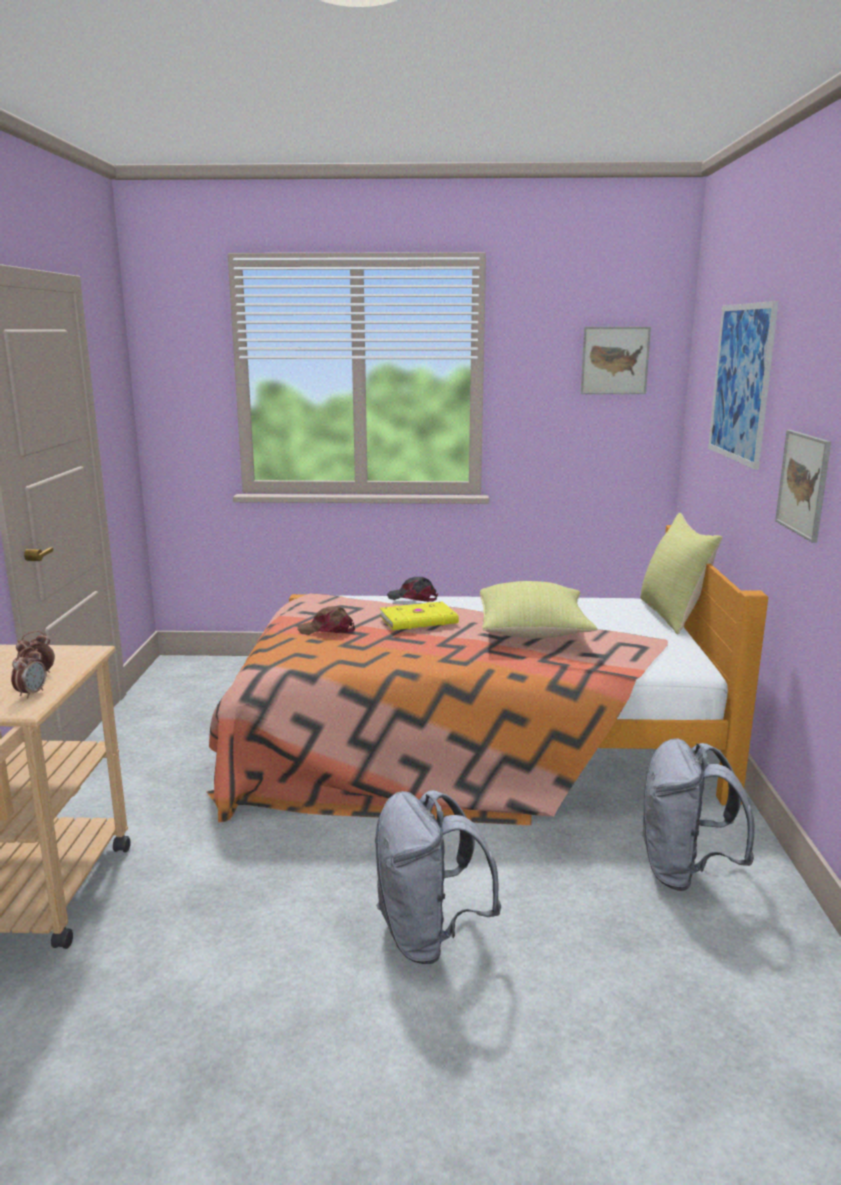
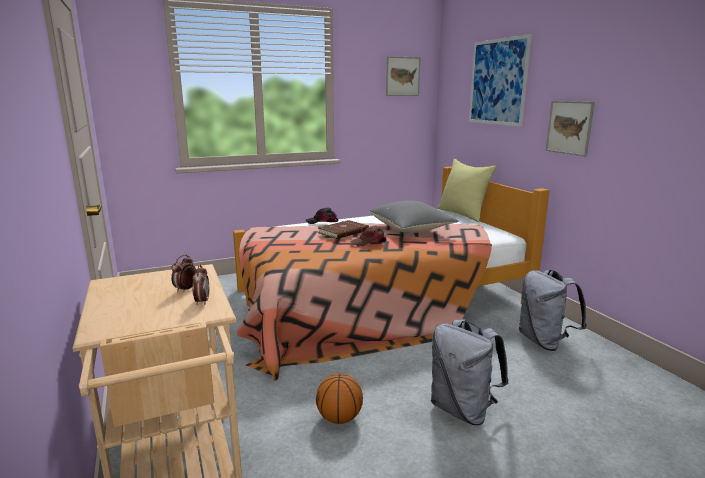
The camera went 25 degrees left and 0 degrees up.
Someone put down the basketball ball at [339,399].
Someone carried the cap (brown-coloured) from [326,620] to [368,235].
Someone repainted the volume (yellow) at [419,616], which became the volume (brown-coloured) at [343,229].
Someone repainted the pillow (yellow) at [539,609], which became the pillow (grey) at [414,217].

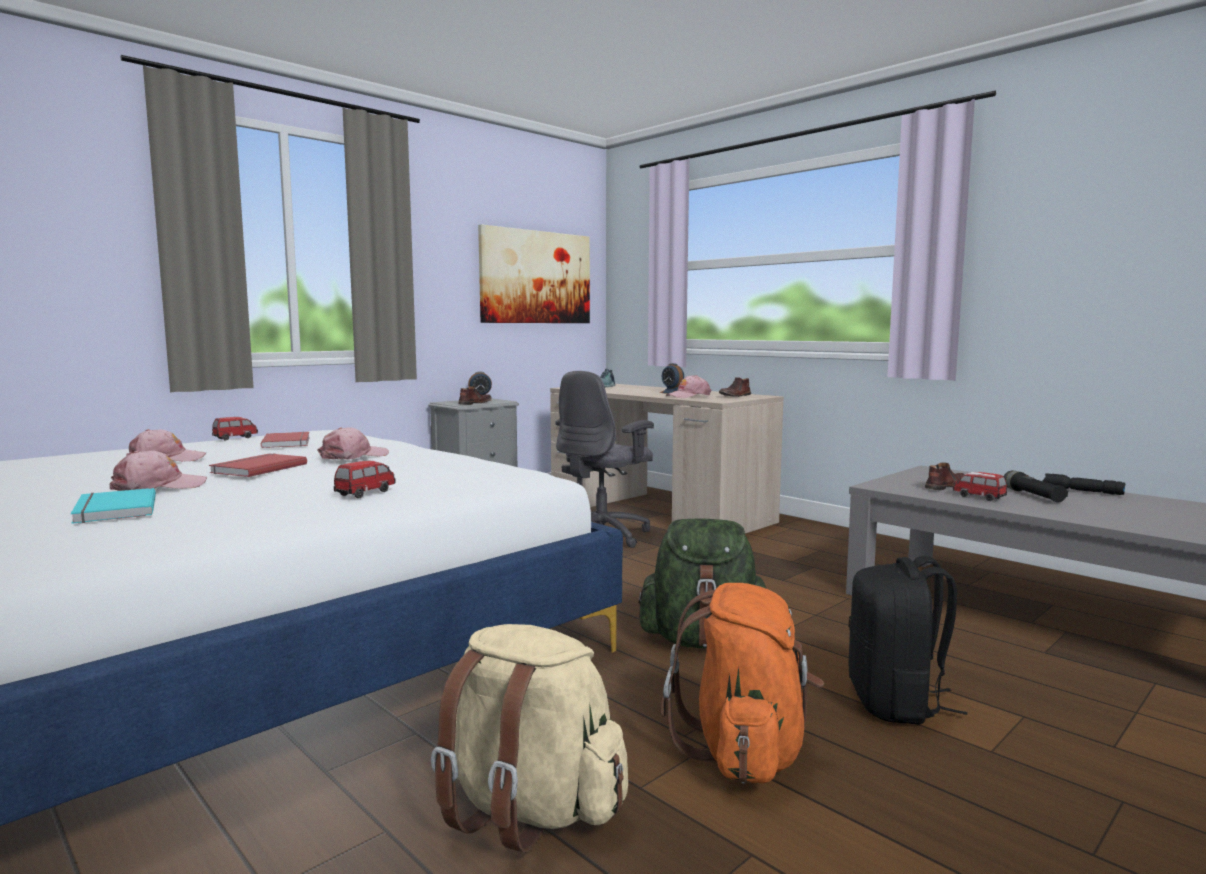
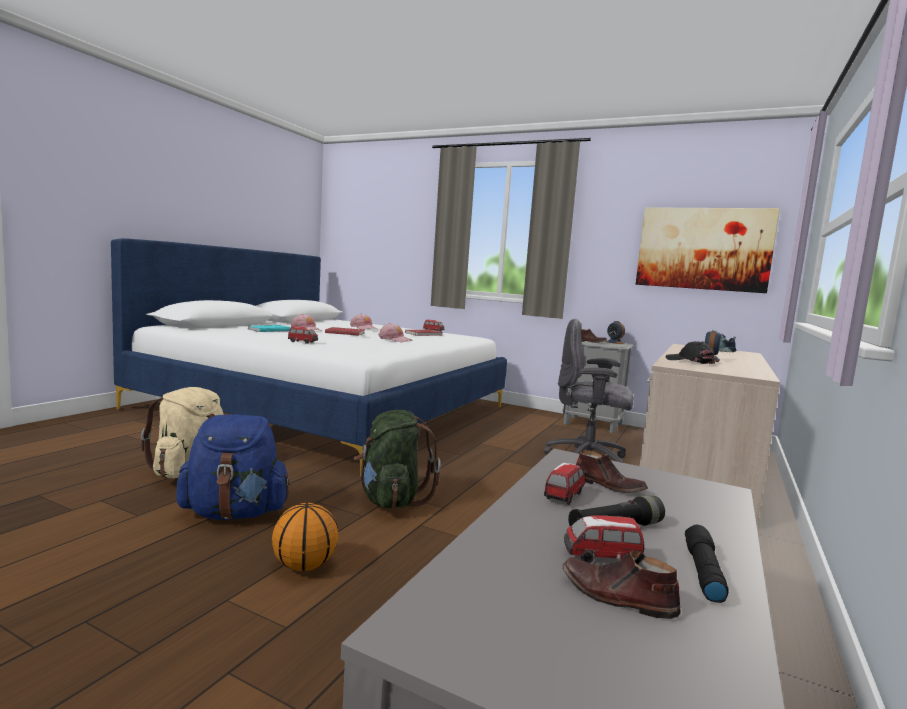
The camera went 70 degrees right and 0 degrees up.
Someone put down the model car at [604,539].
Someone carried the item of footwear (brown-coloured) from [735,387] to [622,584].
Someone swapped the backpack (blackish) at [908,640] for the basketball ball at [305,537].
Someone repainted the backpack (orange-coloured) at [742,683], which became the backpack (blue) at [233,467].
Someone repainted the cap (pink) at [688,386], which became the cap (blackish) at [690,352].

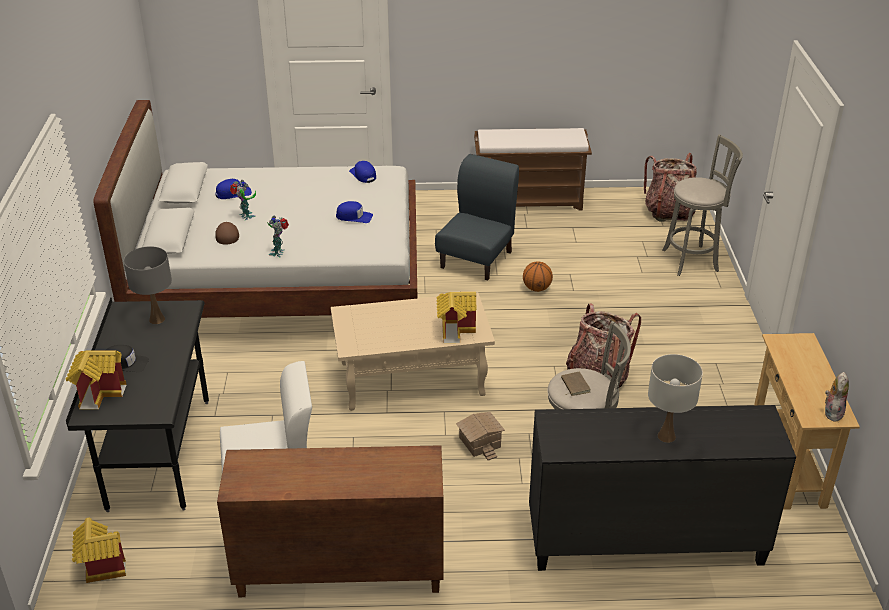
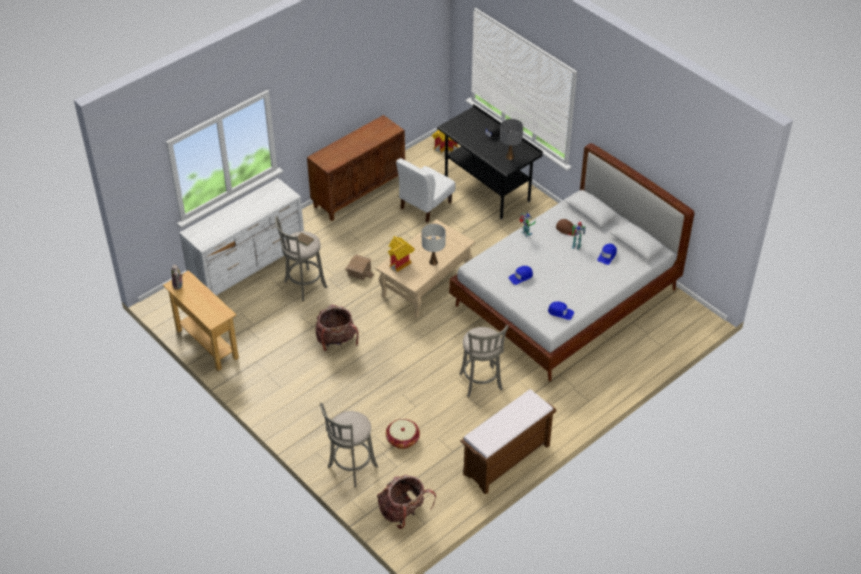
The camera went 140 degrees right and 10 degrees up.
Someone took away the toy house at [96,379].
Someone took away the basketball ball at [538,276].
Someone put down the household basket at [403,434].
Someone carried the tabletop lamp (whitish) from [675,398] to [434,244].
Someone swapped the upright chair (blue) at [477,217] for the stool (grey) at [484,361].
Someone repainted the chest of drawers (blackish) at [662,488], which became the chest of drawers (whitish) at [241,236].

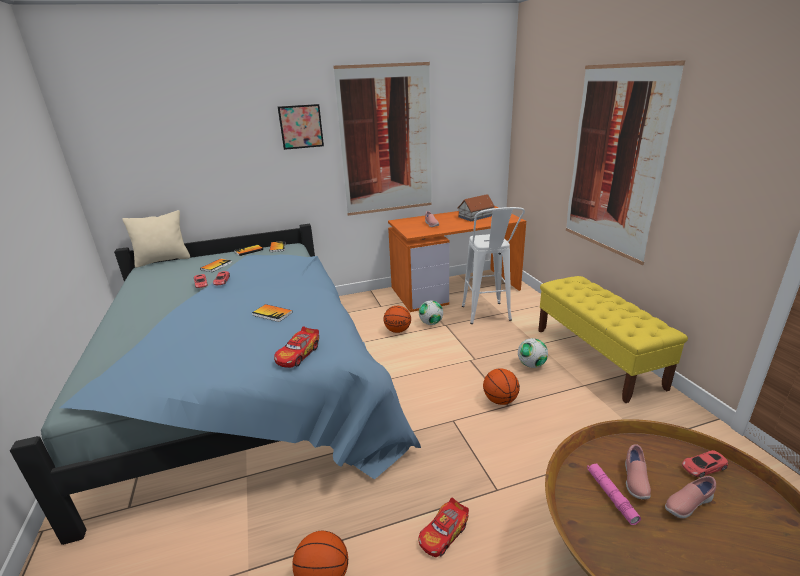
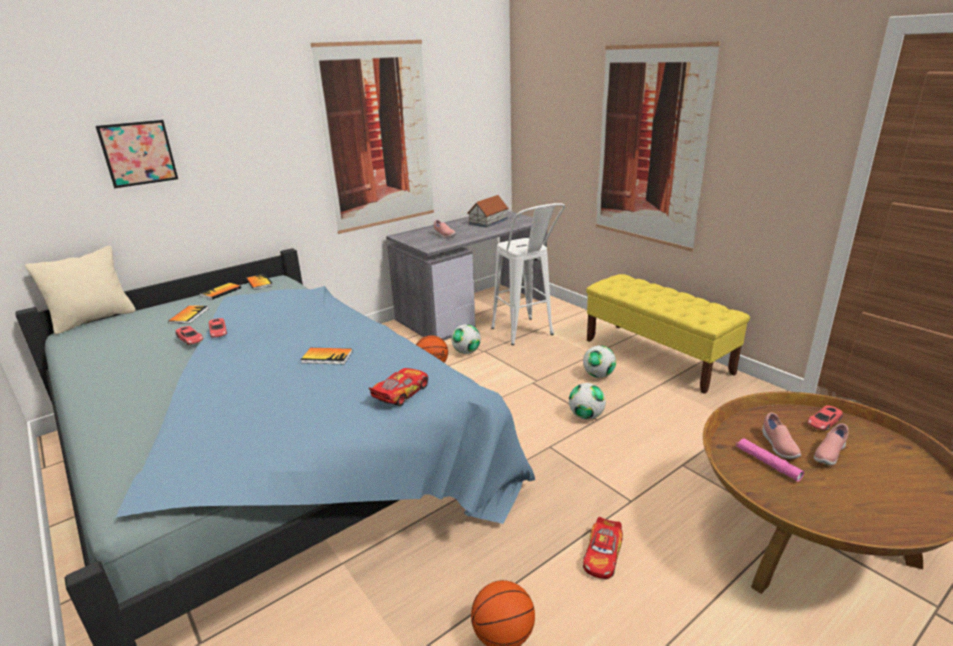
The camera went 20 degrees left and 0 degrees up.
Someone carried the wall art from [301,127] to [137,154].
Someone swapped the basketball ball at [501,386] for the football ball at [587,401].
Someone repainted the desk table (orange-coloured) at [457,259], which became the desk table (grey) at [466,275].
Someone rotated the model car at [296,347] by 150 degrees counterclockwise.

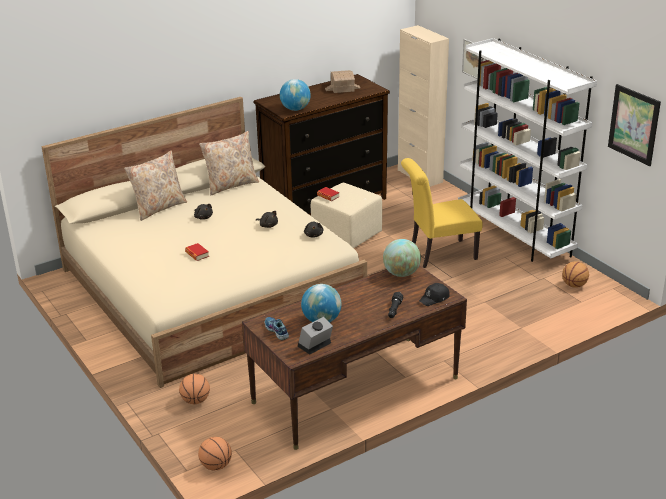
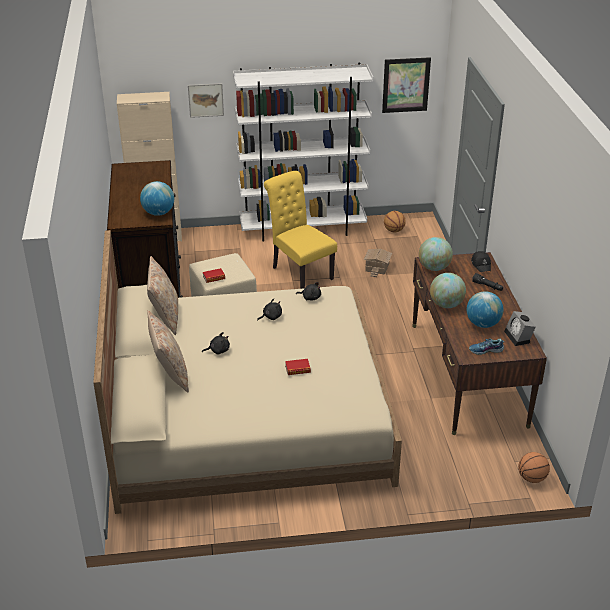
The camera went 65 degrees left and 5 degrees up.
Someone took away the basketball ball at [194,389].
Someone put down the desk globe at [448,290].
Someone carried the toy house from [342,81] to [378,263].
Someone rotated the upright chair (yellow) at [442,213] by 135 degrees clockwise.

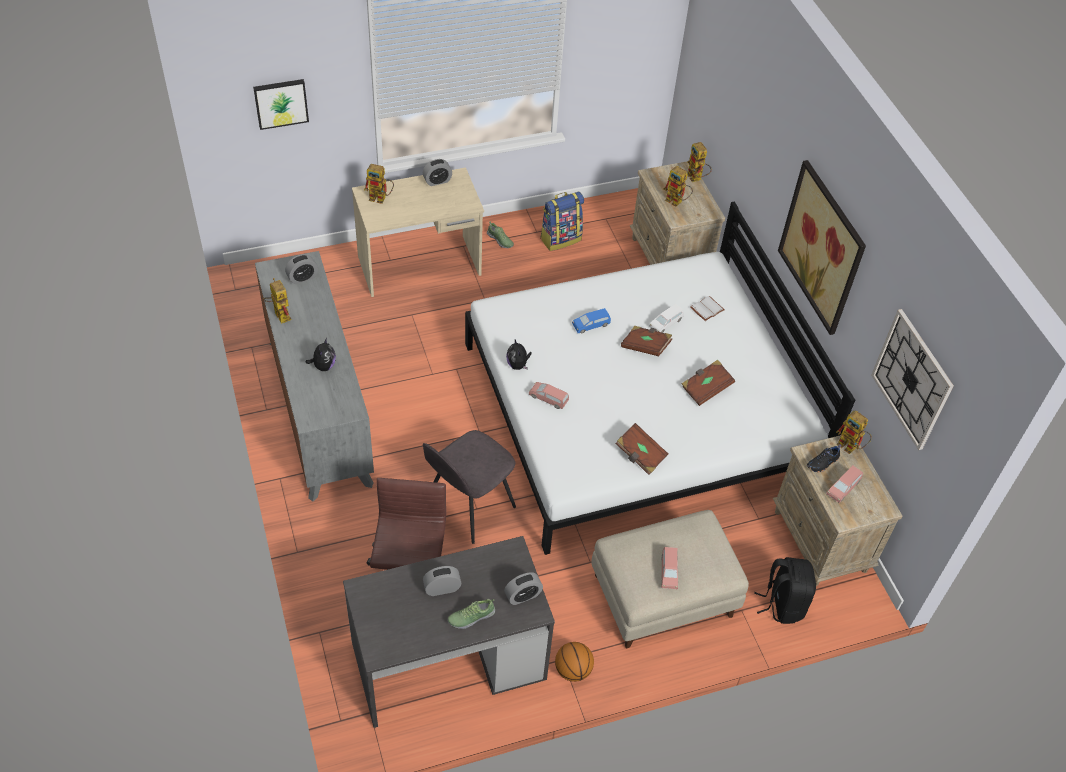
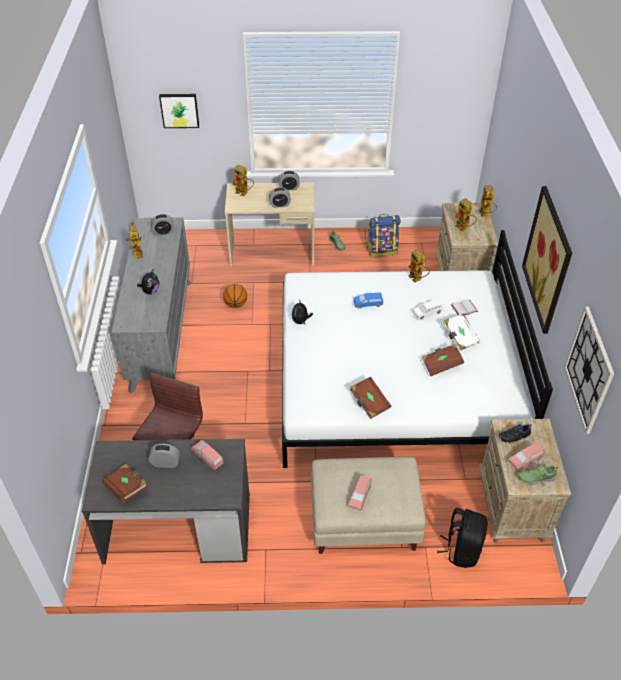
The camera went 20 degrees right and 5 degrees down.
Someone took away the upright chair (grey) at [469,487].
Someone put down the volume (whitish) at [461,332].
Someone carried the item of footwear from [471,614] to [538,475].
Someone carried the alarm clock from [523,588] to [280,197].
Someone carried the model car (pink) from [549,395] to [207,455].
Someone carried the basketball ball from [574,662] to [235,296].
Someone carried the volume (brown-coloured) from [646,341] to [125,483].
Someone carried the robot figure from [854,432] to [419,265].

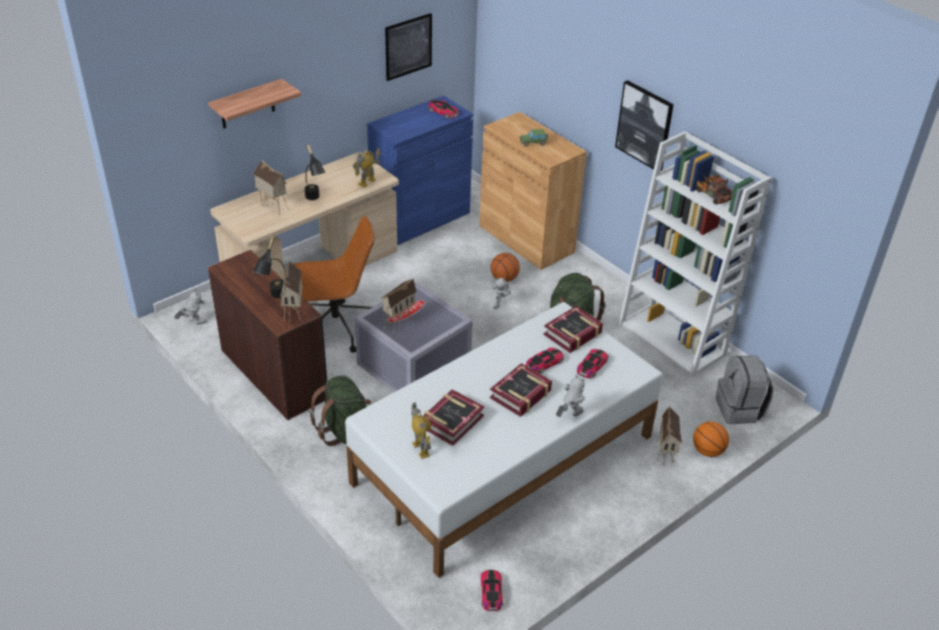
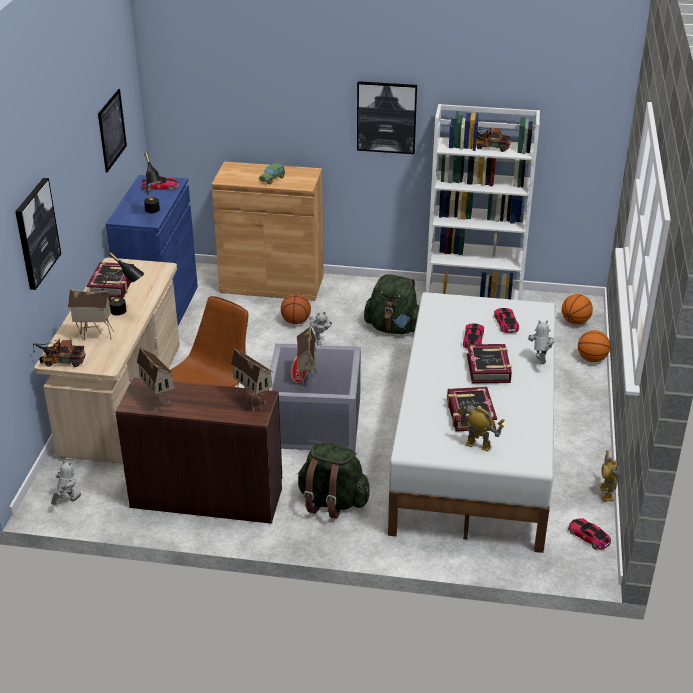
The camera went 40 degrees left and 5 degrees down.
Someone put down the model truck at [59,353].
Someone carried the tabletop lamp (blackish) from [269,268] to [153,183].
Someone carried the robot figure from [367,168] to [610,476].
Someone carried the volume from [573,329] to [110,280].
Someone carried the toy house from [669,436] to [156,379].
Someone swapped the shelf at [254,103] for the wall art at [38,234].
Someone swapped the backpack (grey) at [744,389] for the basketball ball at [577,309].

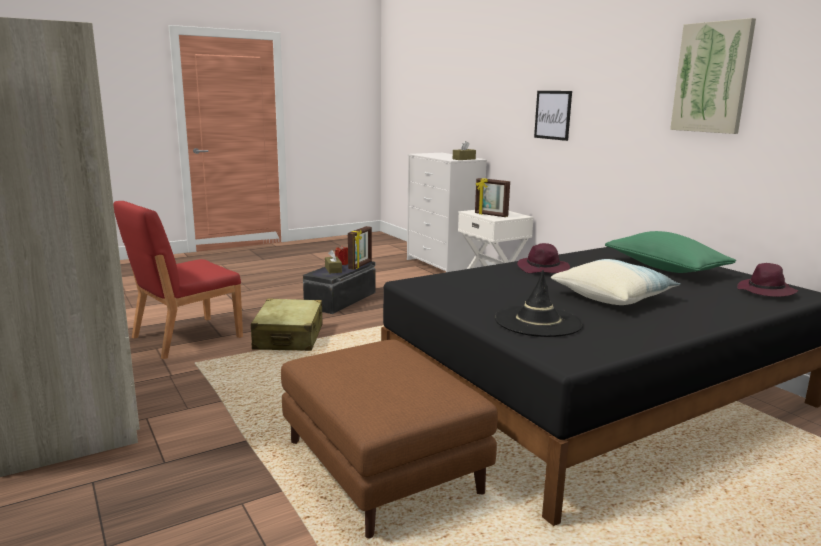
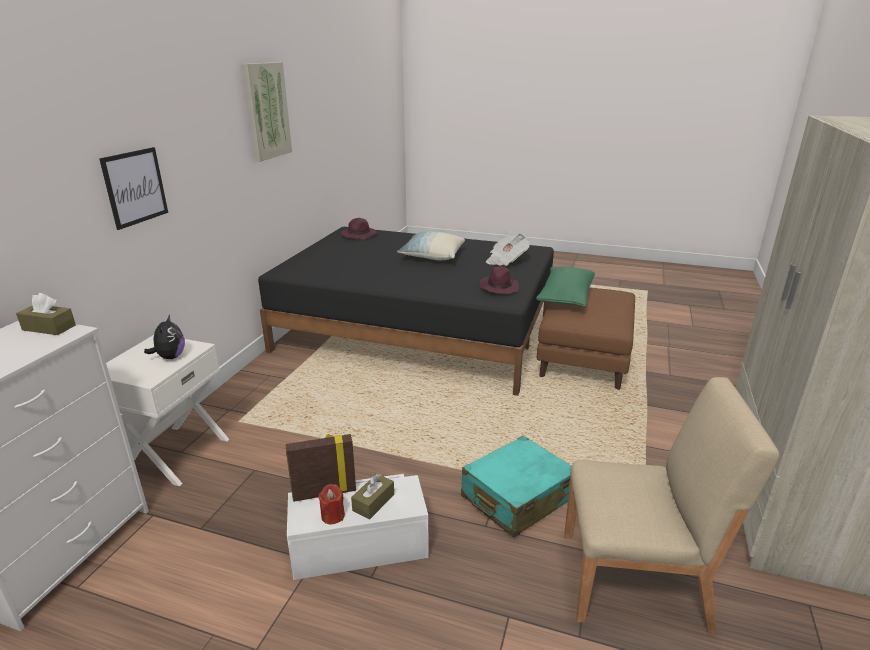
The camera went 130 degrees left and 10 degrees up.
Someone carried the clothing hat (purple-coloured) from [543,258] to [499,280].
Someone carried the pillow (greenish) from [670,252] to [565,286].
Someone swapped the photo frame at [492,197] for the plush toy at [164,336].
Someone swapped the clothing hat (blackish) at [538,303] for the printed paper at [508,249].
Someone repainted the upright chair (red-coloured) at [178,280], which became the upright chair (beige) at [672,505].
Someone repainted the travel case (beige) at [287,325], which became the travel case (turquoise-coloured) at [516,486].
Someone repainted the storage bin (blackish) at [339,287], which became the storage bin (whitish) at [358,527].

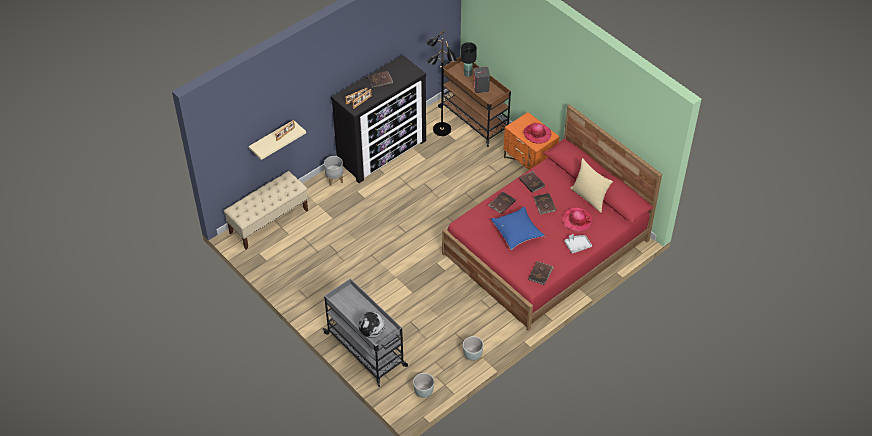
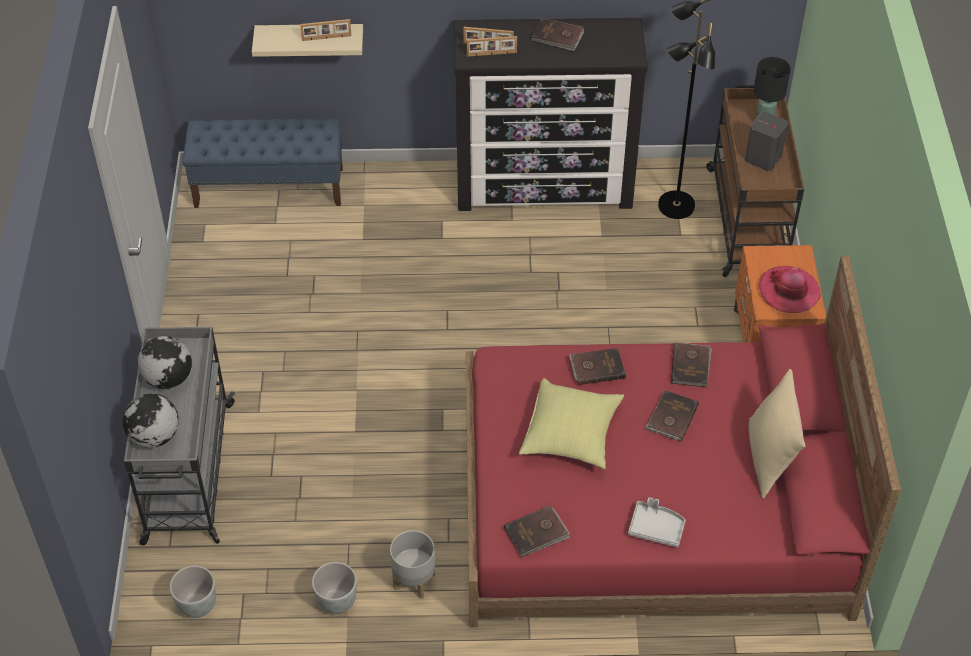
The camera went 40 degrees right and 0 degrees up.
Someone took away the clothing hat at [577,219].
Someone put down the desk globe at [165,362].
Someone carried the flower pot (grey) from [333,171] to [412,564].
Someone repainted the indoor bench (beige) at [266,210], which became the indoor bench (blue) at [263,163].
Someone repainted the pillow (blue) at [518,228], which became the pillow (yellow) at [571,423].

